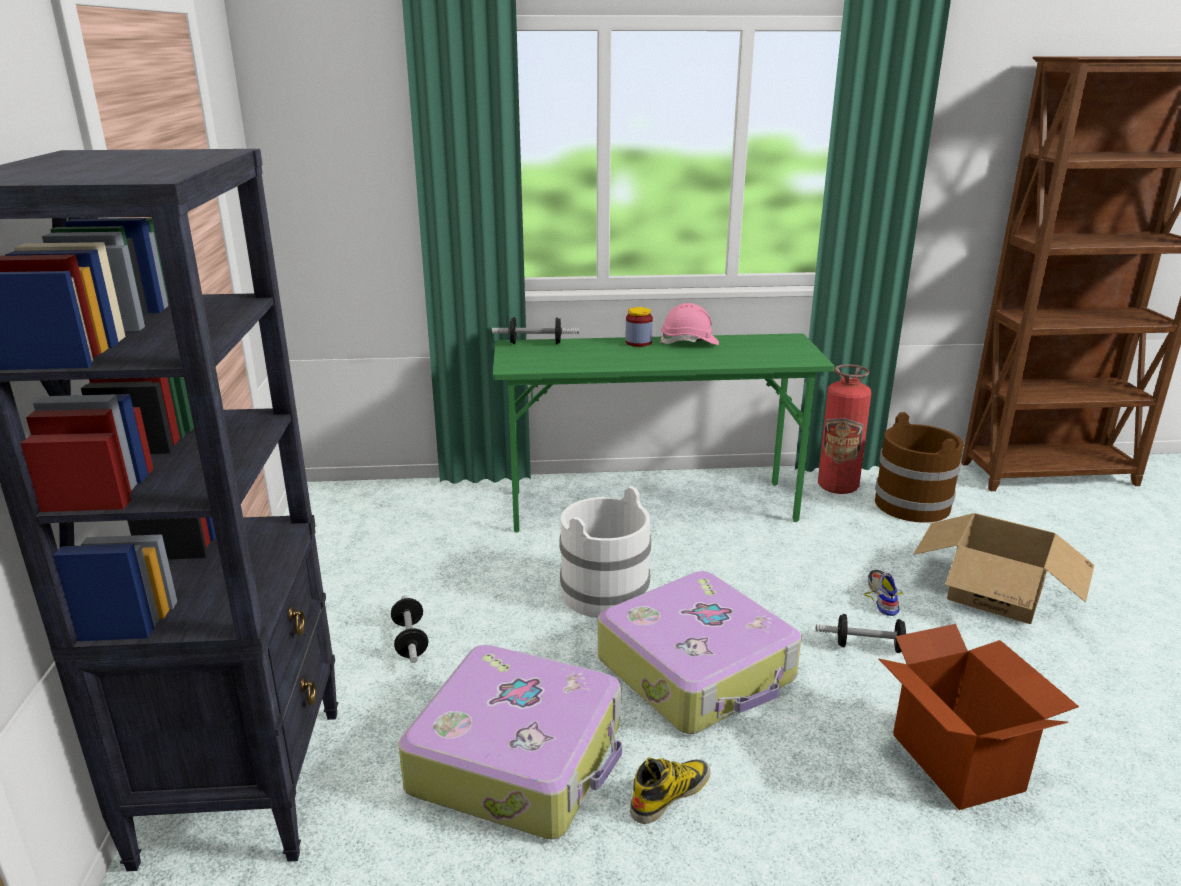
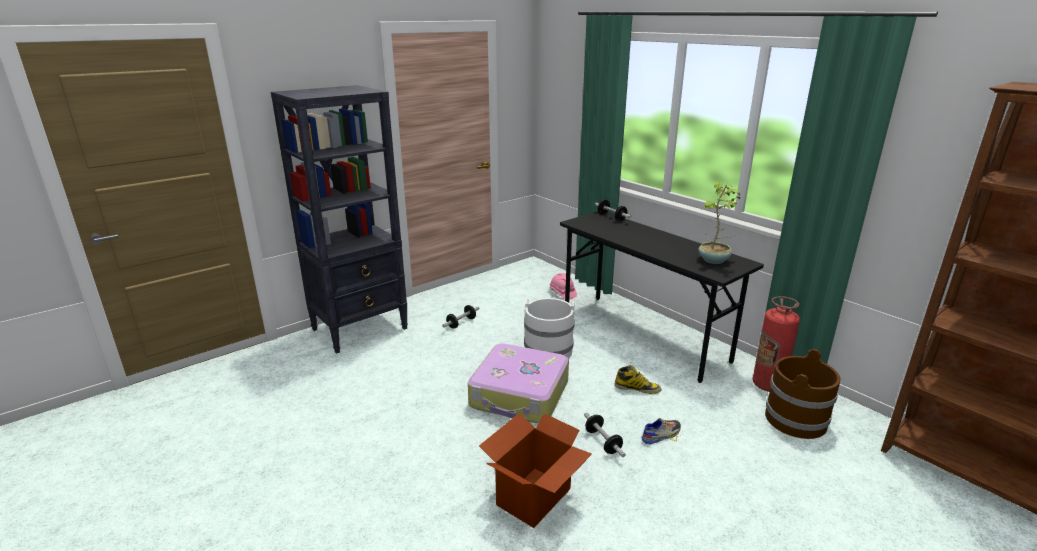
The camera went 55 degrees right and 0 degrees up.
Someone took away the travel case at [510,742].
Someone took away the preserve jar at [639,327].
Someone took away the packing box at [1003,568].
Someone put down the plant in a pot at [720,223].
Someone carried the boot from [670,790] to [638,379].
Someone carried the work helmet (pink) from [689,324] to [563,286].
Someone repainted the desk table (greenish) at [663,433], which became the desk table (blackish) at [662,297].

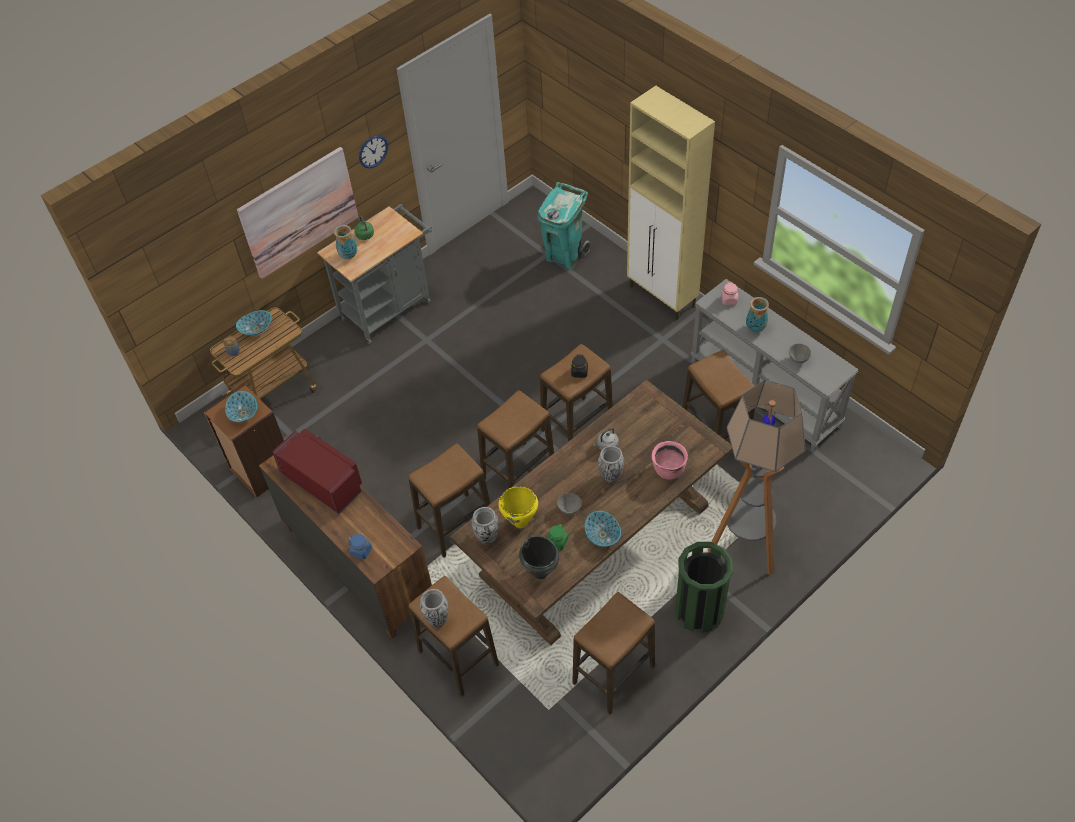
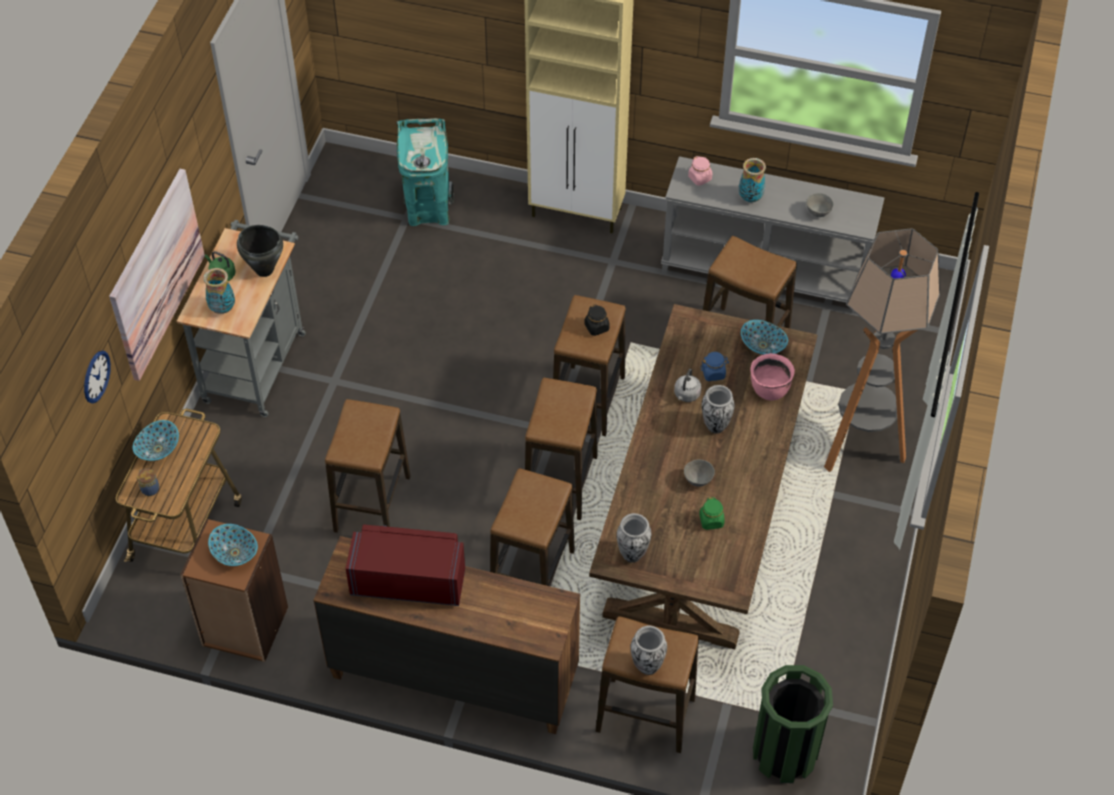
The camera went 35 degrees left and 0 degrees up.
Someone took away the stockpot (yellow) at [518,507].
Someone carried the preserve jar (blue) from [360,546] to [715,366].
Someone carried the clock on the wall from [373,151] to [97,377].
Someone carried the stockpot (blackish) from [539,557] to [260,251].
Someone carried the stool from [613,653] to [368,466].
Someone carried the bowl from [603,529] to [764,337].
Someone carried the rubbish bin (greenish) from [704,587] to [793,724].

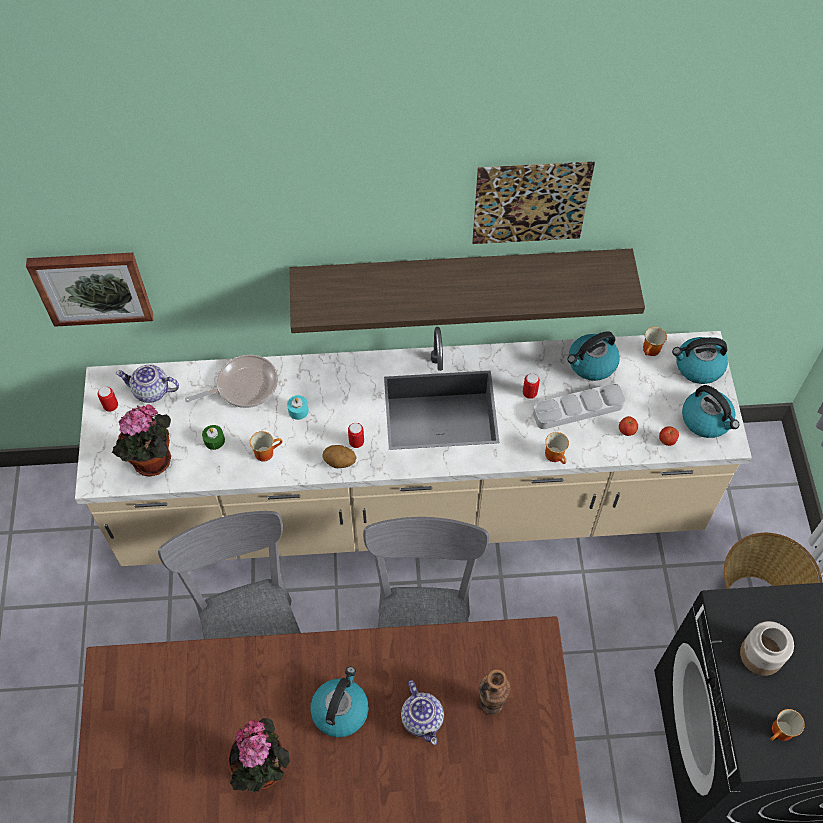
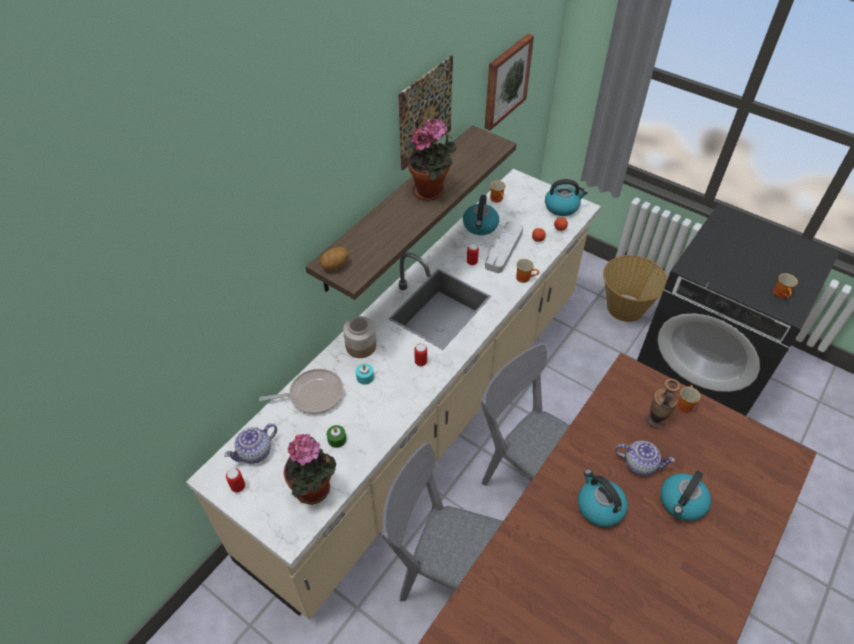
The camera went 50 degrees left and 10 degrees down.
Someone carried the wall art from [89,290] to [509,82].
Someone carried the plant in a pot from [259,755] to [432,159].
Someone carried the coffee mug from [266,446] to [688,399].
Someone carried the potato from [339,456] to [334,259].
Someone carried the tea kettle from [700,360] to [685,495].
Someone carried the preserve jar from [767,648] to [359,337].
Someone rotated the skillet at [231,381] by 60 degrees clockwise.

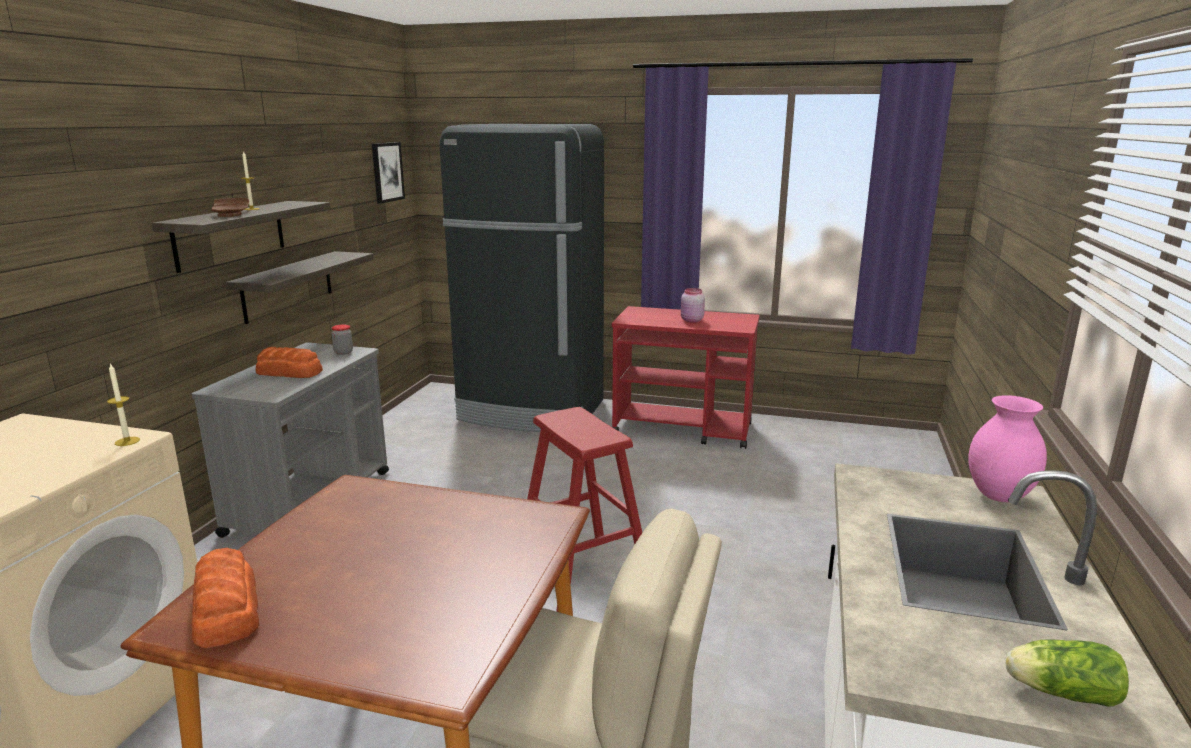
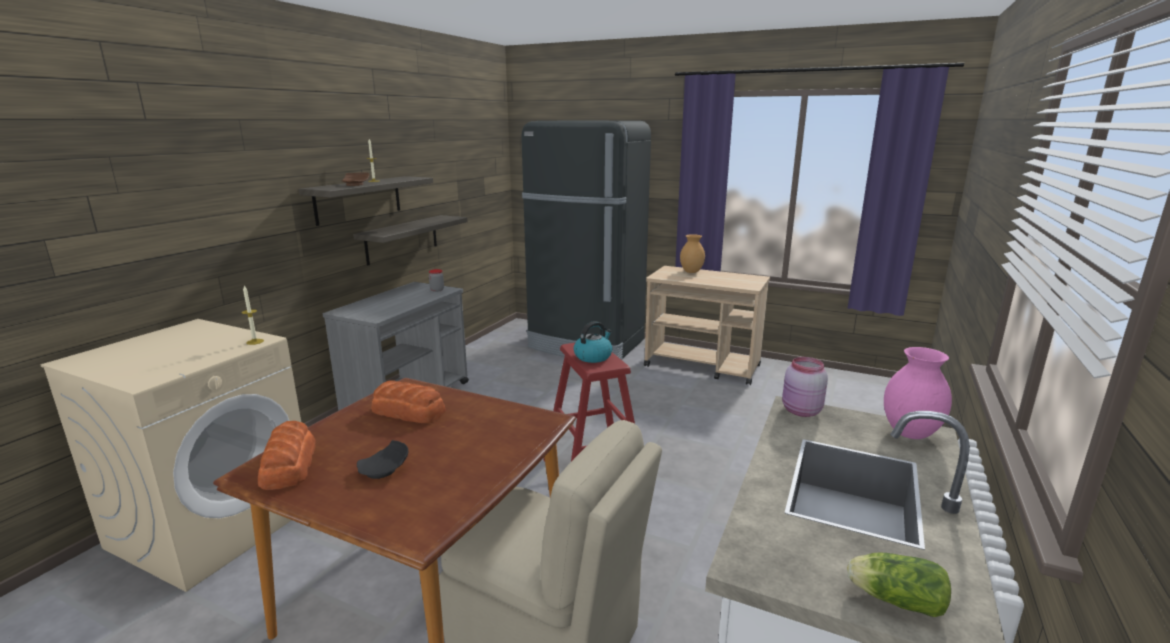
The camera went 10 degrees right and 0 degrees up.
Someone took away the wall art at [388,173].
Someone put down the plate (blackish) at [382,459].
Someone put down the tea kettle at [593,342].
Someone put down the decorative vase (brown-coloured) at [692,253].
Someone carried the baked bread from [289,362] to [408,401].
Someone carried the preserve jar (pink) from [693,305] to [805,387].
Someone repainted the cart (red-coloured) at [686,377], which became the cart (beige) at [707,325].

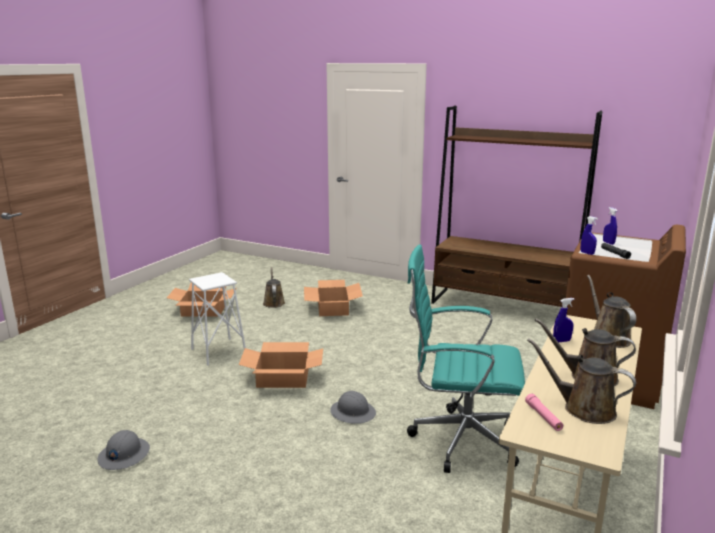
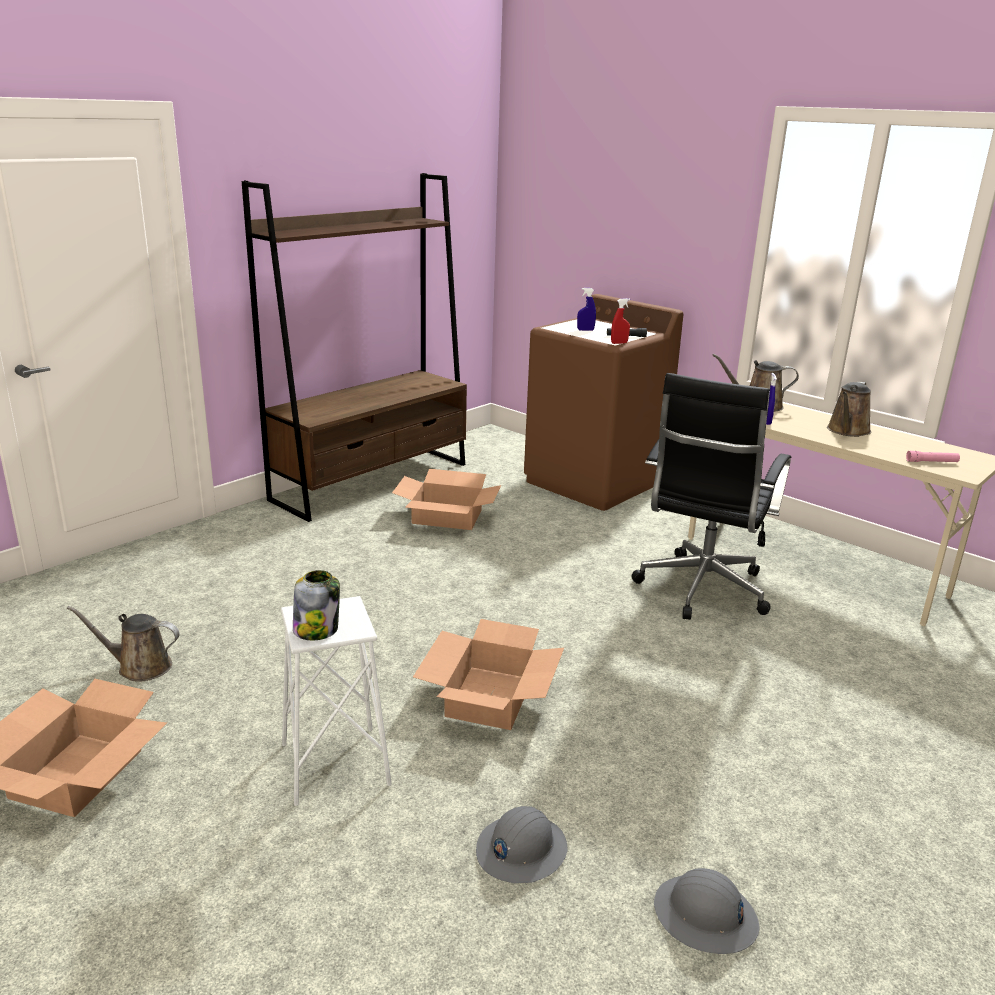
The camera went 75 degrees left and 5 degrees up.
Someone took away the watering can (brown-coloured) at [581,381].
Someone put down the preserve jar at [316,605].
Someone carried the packing box from [333,298] to [446,499].
Someone carried the work helmet (grey) from [353,407] to [522,844].
Someone repainted the desk chair (turquoise-coloured) at [466,358], which became the desk chair (blackish) at [711,496].
Someone repainted the spray bottle (blue) at [589,235], which became the spray bottle (red-coloured) at [620,321].

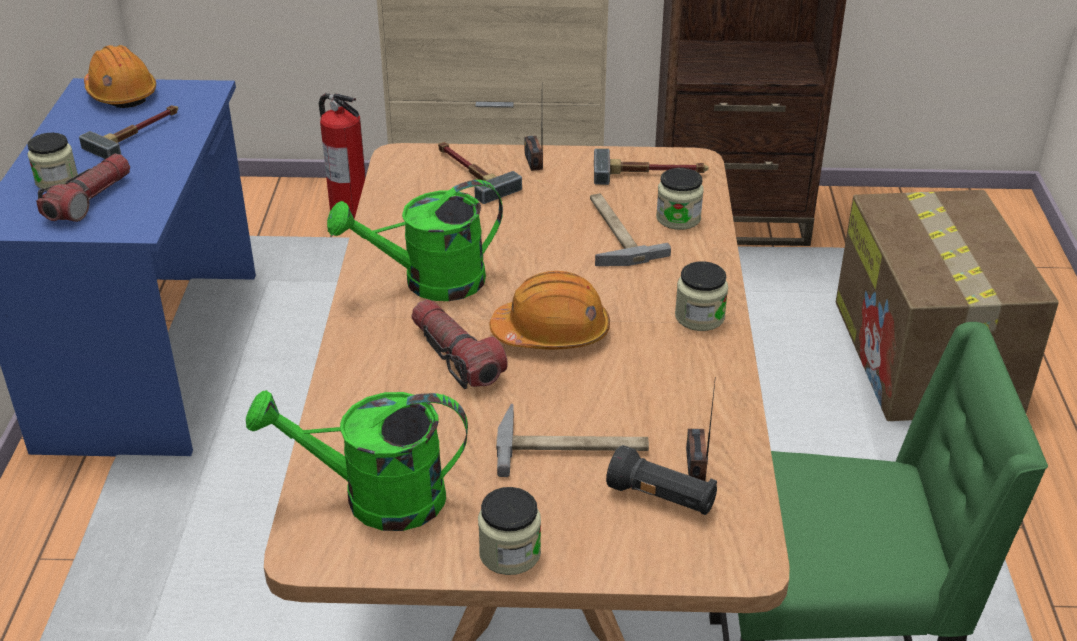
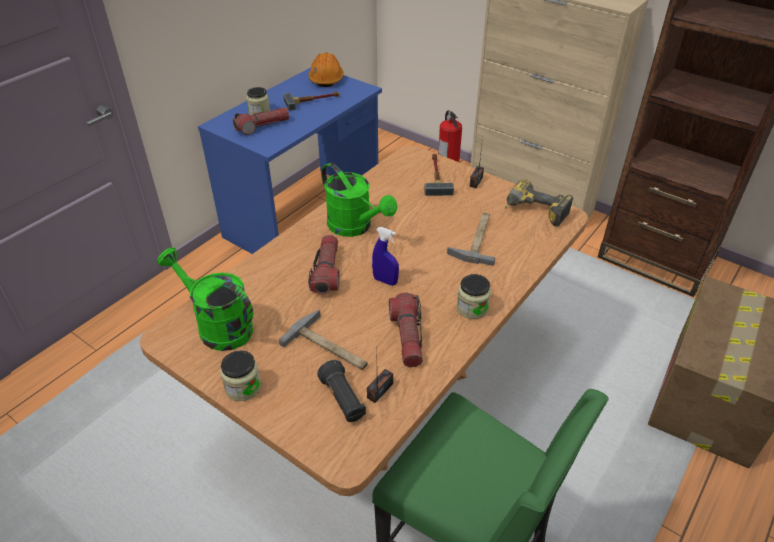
The camera went 35 degrees right and 5 degrees up.
Someone took away the preserve jar at [680,199].
Someone put down the hand torch at [406,330].
Someone swapped the work helmet (orange-coloured) at [549,310] for the spray bottle (blue) at [385,256].
Someone swapped the tool hammer at [651,166] for the power drill at [539,203].
Someone rotated the watering can (greenish) at [415,240] by 150 degrees counterclockwise.

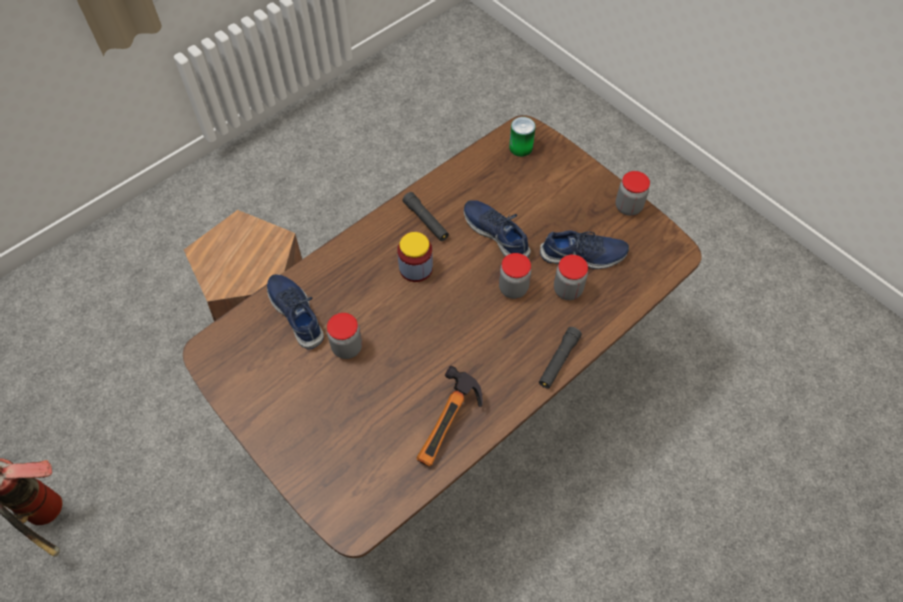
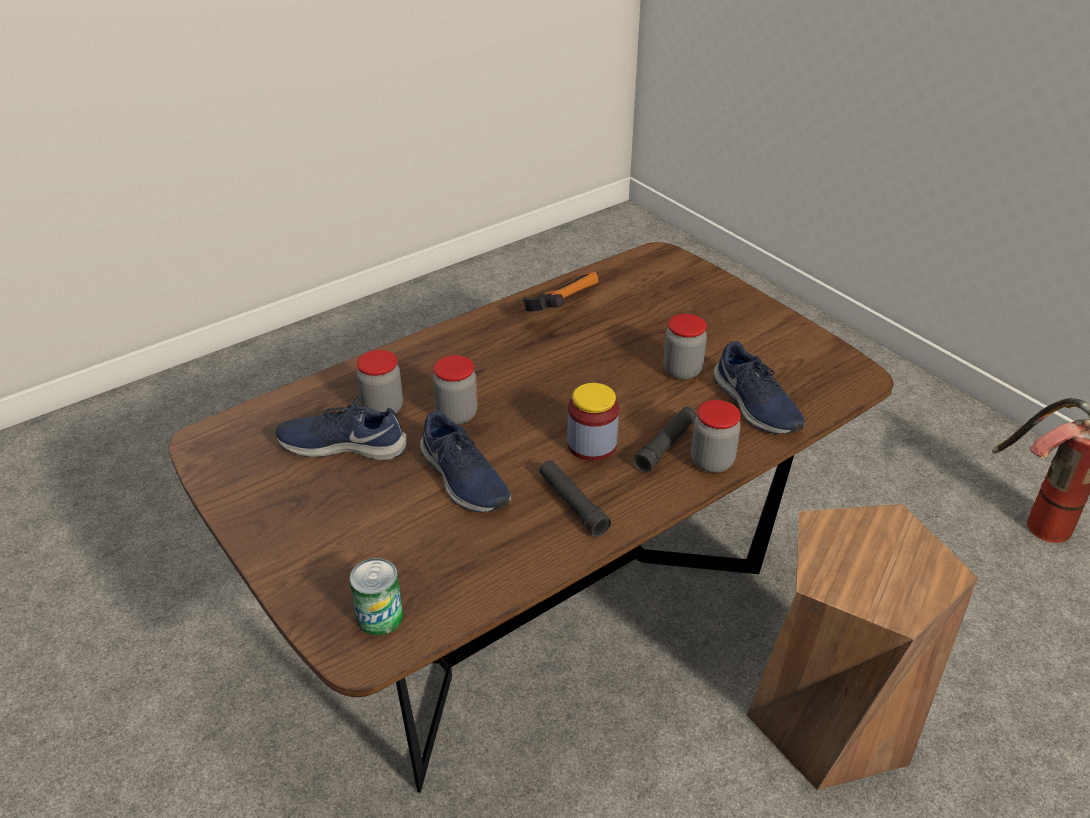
The camera went 175 degrees left and 20 degrees down.
Someone carried the hand torch (blackish) from [560,358] to [665,439].
Someone carried the preserve jar from [633,193] to [716,436].

